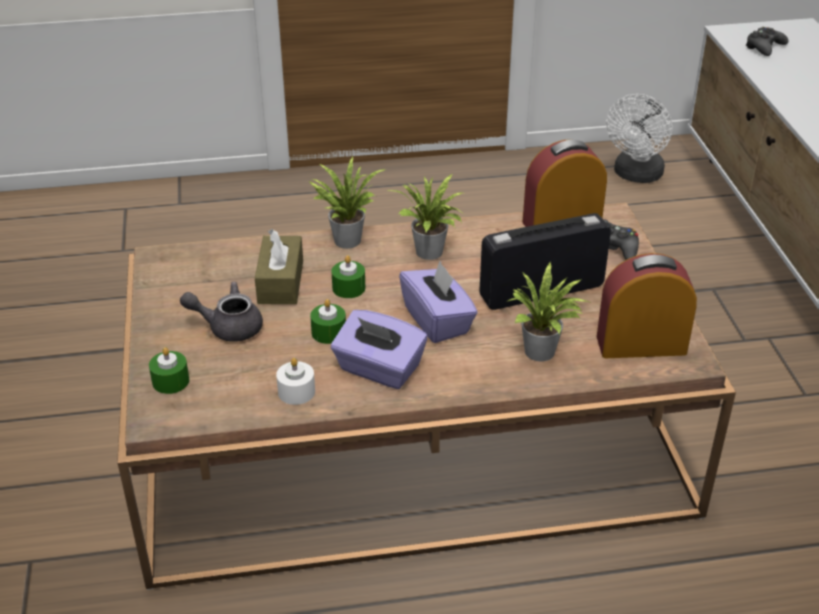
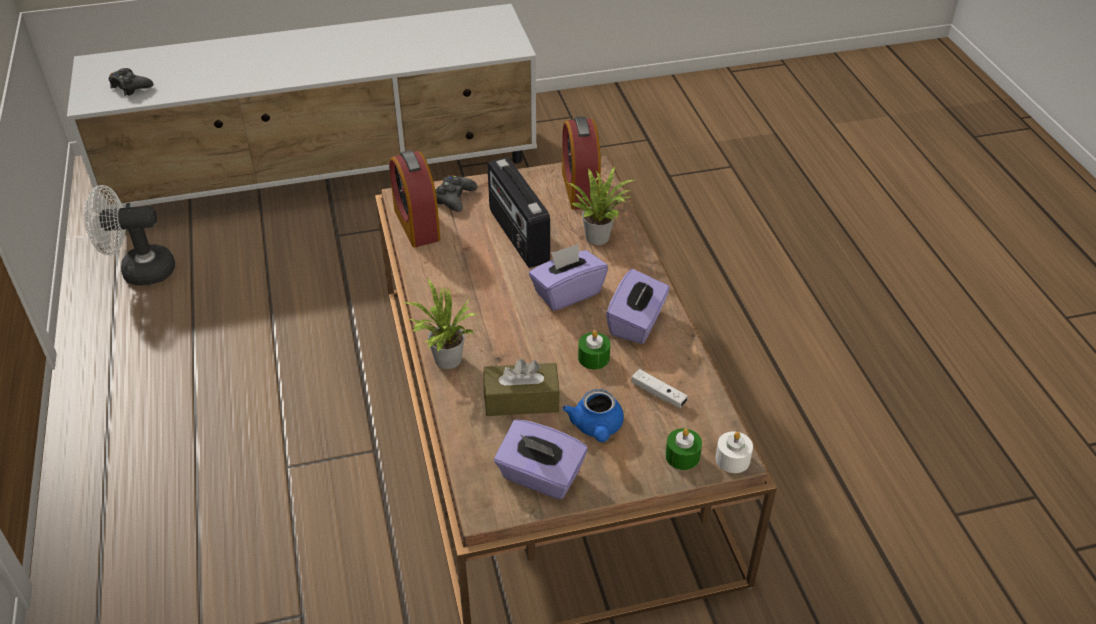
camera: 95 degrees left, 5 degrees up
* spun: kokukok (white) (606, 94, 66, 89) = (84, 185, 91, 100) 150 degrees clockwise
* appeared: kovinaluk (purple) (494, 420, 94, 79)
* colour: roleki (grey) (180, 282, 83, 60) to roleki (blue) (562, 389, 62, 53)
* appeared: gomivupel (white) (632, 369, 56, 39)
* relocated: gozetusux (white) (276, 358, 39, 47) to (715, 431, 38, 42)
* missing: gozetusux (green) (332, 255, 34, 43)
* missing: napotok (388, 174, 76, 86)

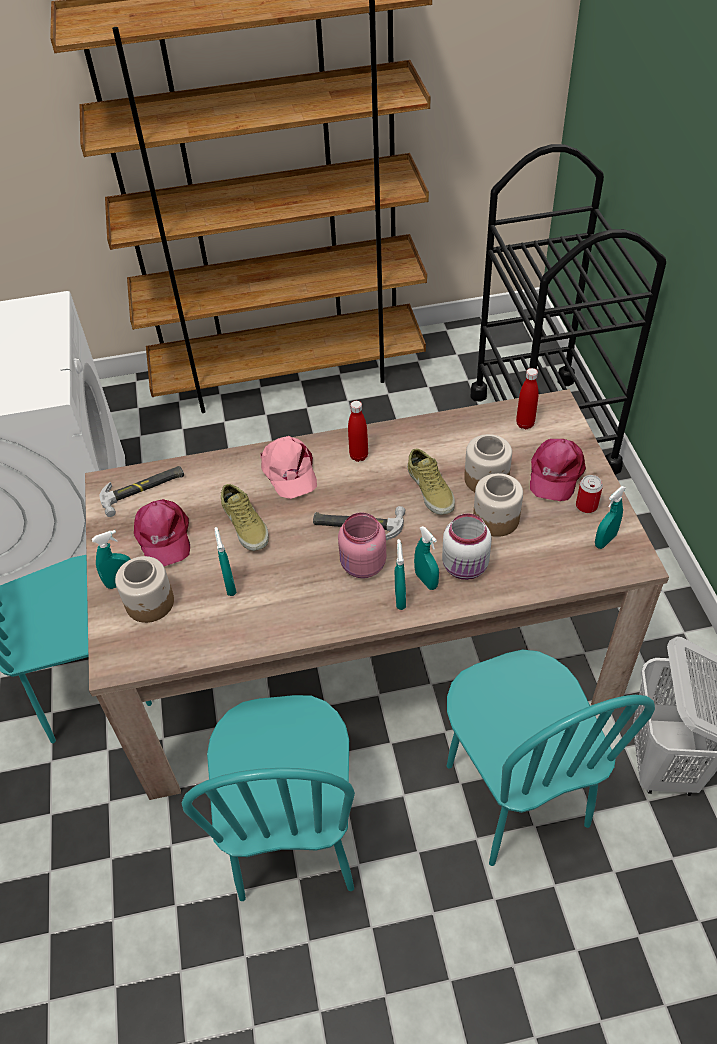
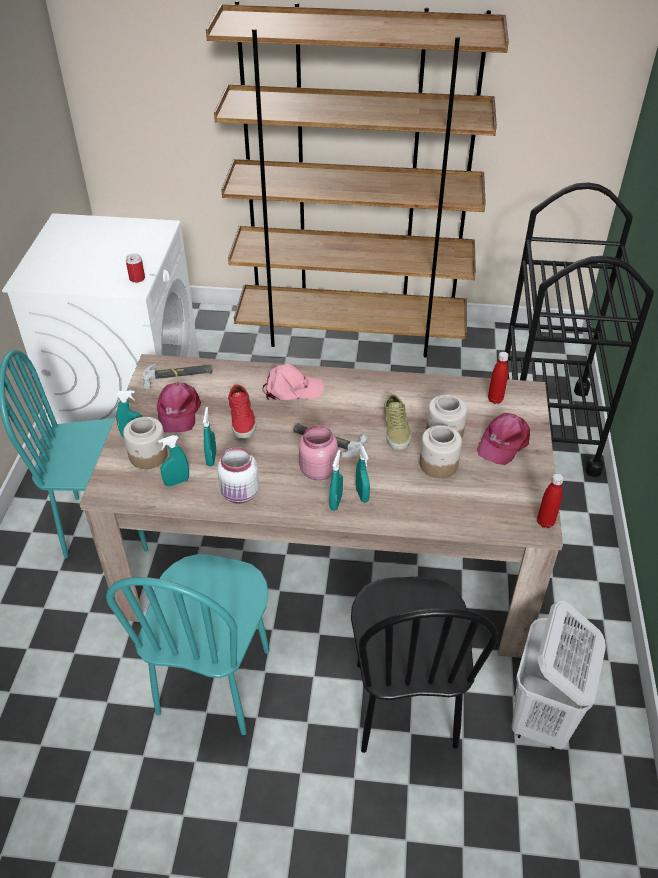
camera: 15 degrees right, 5 degrees down
* relocated: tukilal (576, 475, 27, 38) to (126, 253, 19, 30)
* relocated: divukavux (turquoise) (595, 486, 31, 63) to (158, 435, 31, 52)
* relocated: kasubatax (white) (442, 513, 50, 67) to (217, 447, 42, 57)
* colour: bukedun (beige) (221, 484, 48, 67) to bukedun (red) (228, 384, 28, 55)
* spun: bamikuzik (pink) (260, 436, 57, 63) = (262, 364, 62, 37) 90 degrees counterclockwise
* colour: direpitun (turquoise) (447, 650, 208, 216) to direpitun (black) (351, 576, 147, 177)
* relocated: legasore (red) (348, 401, 20, 61) to (537, 473, 27, 55)

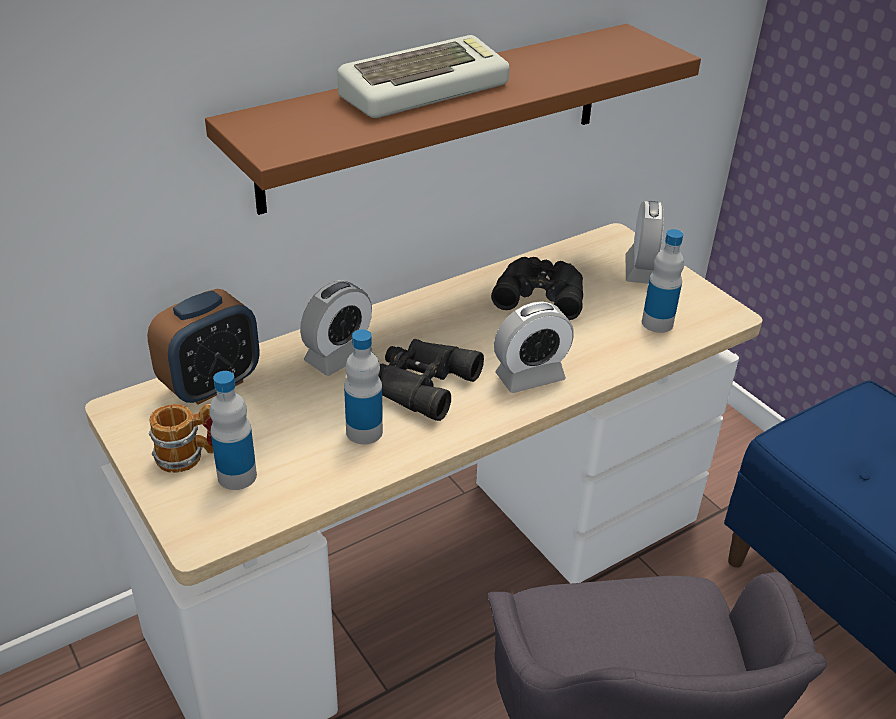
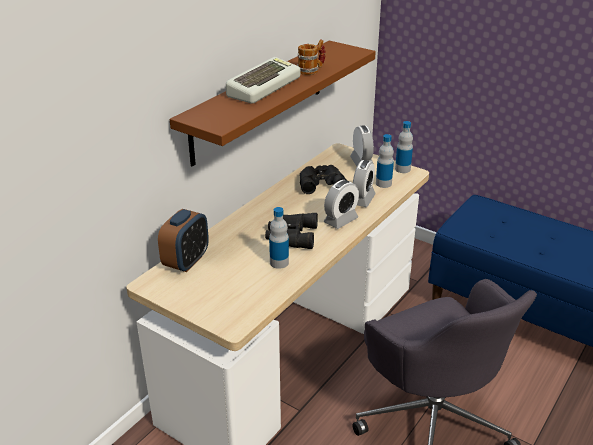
camera: 20 degrees left, 5 degrees down
* relocated: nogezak (149, 404, 65, 69) to (297, 39, 29, 36)
* relocated: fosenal (300, 281, 72, 95) to (353, 160, 23, 47)
* relocated: legasore (210, 371, 47, 119) to (395, 121, 18, 52)

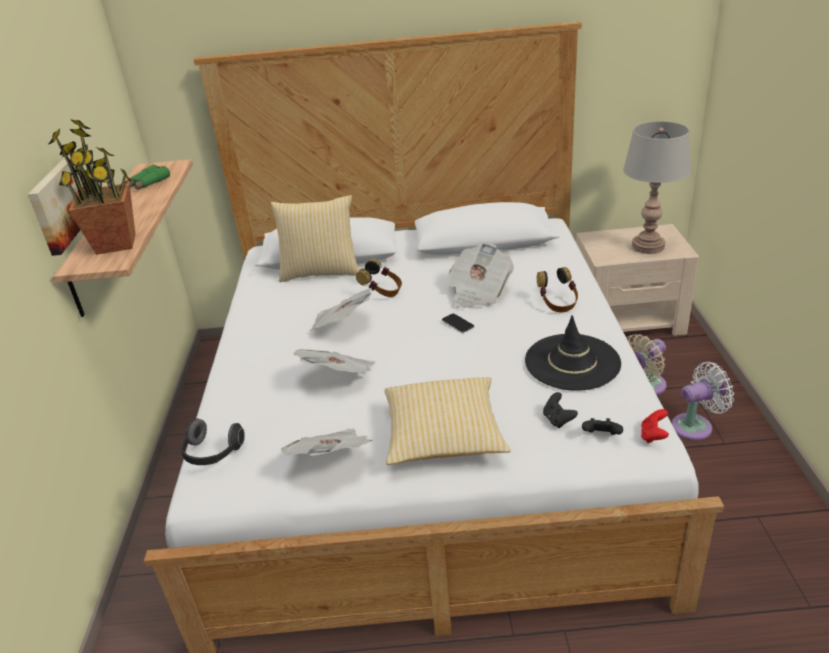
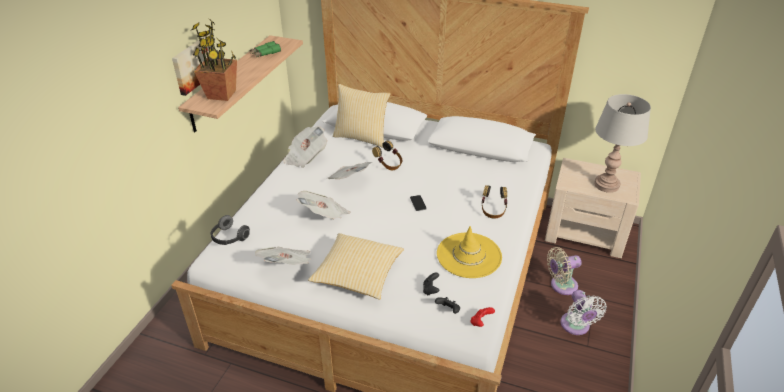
camera: 20 degrees right, 5 degrees up
* relocated: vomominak (449, 243, 65, 65) to (283, 126, 44, 42)
* colour: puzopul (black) (525, 315, 96, 76) to puzopul (yellow) (437, 226, 65, 52)
* spun: kokukok (white) (672, 362, 62, 79) = (561, 290, 46, 45) 75 degrees clockwise

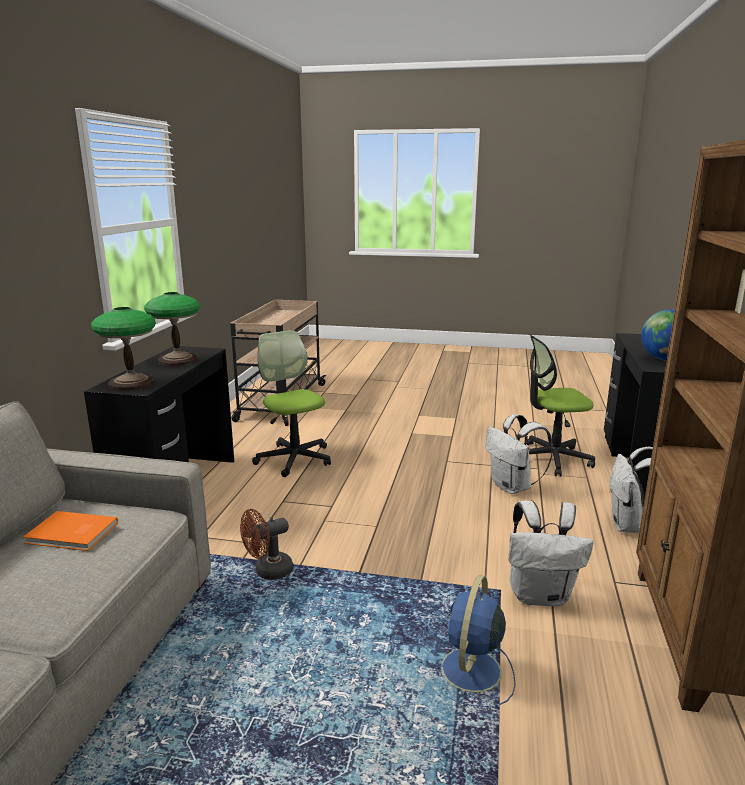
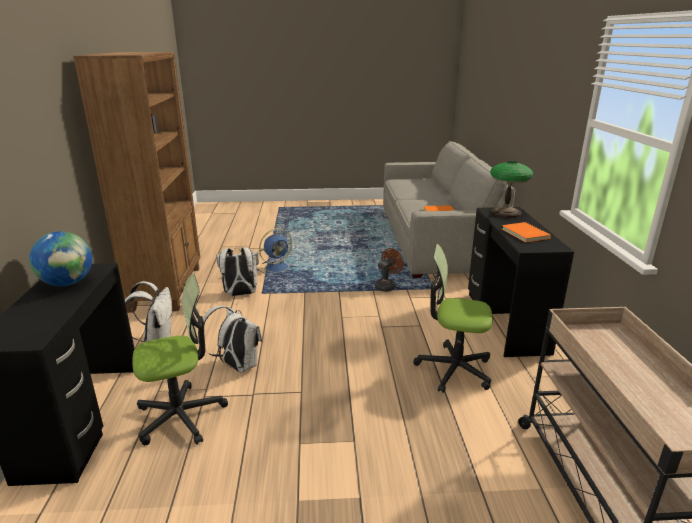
camera: 165 degrees right, 5 degrees up
* spun: kokukok (blue) (432, 575, 84, 132) = (257, 228, 36, 47) 45 degrees clockwise
* spun: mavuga (252, 330, 79, 147) = (414, 244, 78, 149) 150 degrees clockwise
* exchanged: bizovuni (144, 292, 56, 74) to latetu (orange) (502, 222, 49, 21)

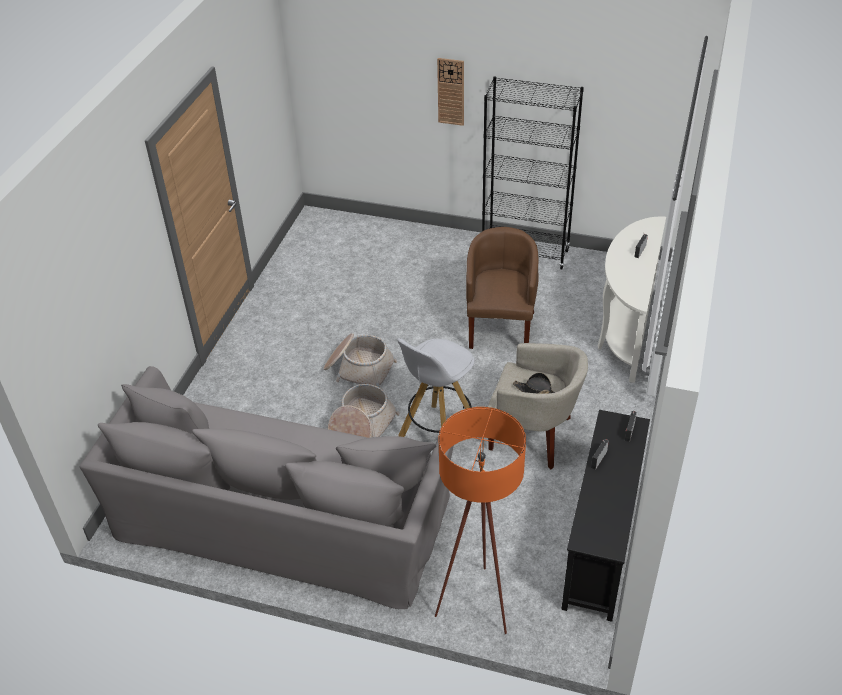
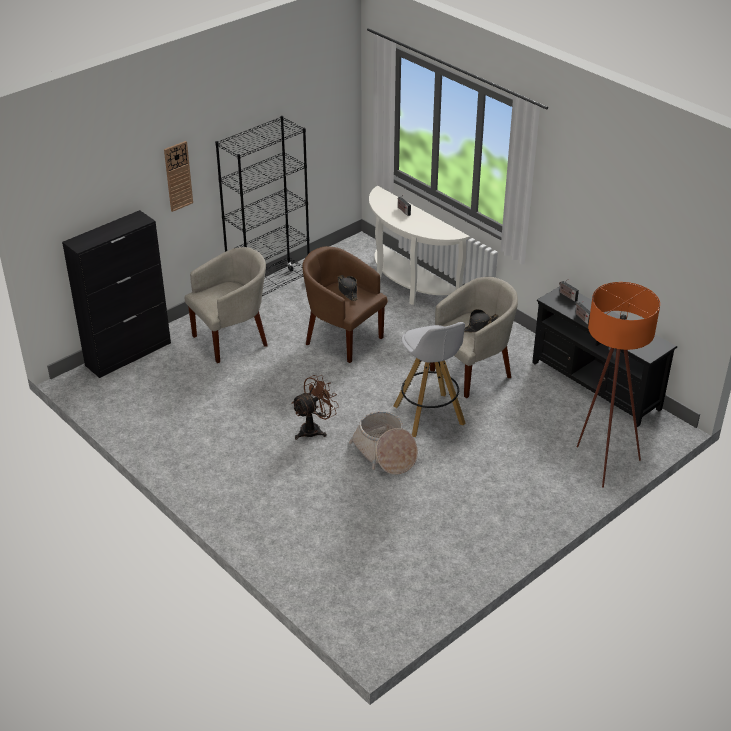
camera: 60 degrees left, 5 degrees down
* appeared: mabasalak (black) (62, 210, 109, 168)
* appeared: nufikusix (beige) (185, 247, 83, 116)
* exchanged: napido (324, 333, 73, 55) to kokukok (brown) (291, 375, 48, 65)
* appeared: puzopul (black) (338, 275, 19, 26)
* missing: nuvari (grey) (80, 366, 374, 243)

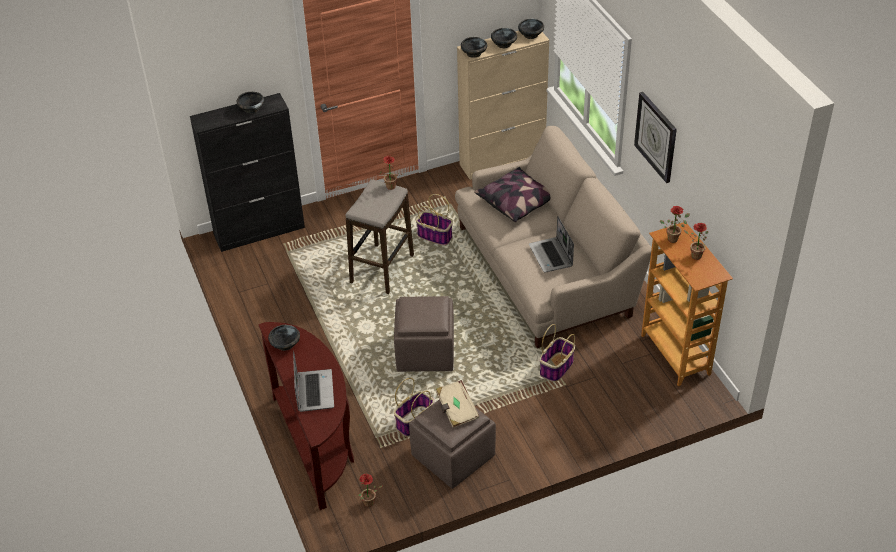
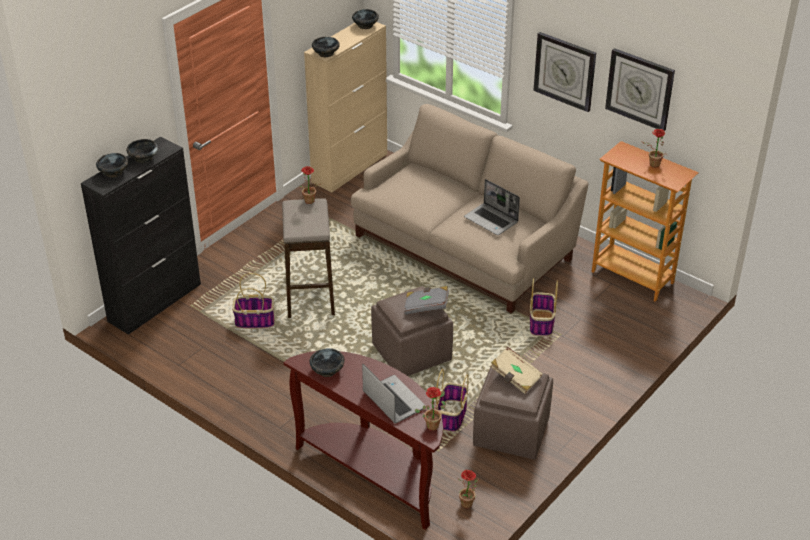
camera: 30 degrees left, 5 degrees down
* relocated: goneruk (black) (491, 28, 26, 20) to (96, 153, 32, 25)
* relocated: napido (416, 194, 37, 52) to (232, 273, 43, 56)
* appeared: latetu (grey) (404, 286, 45, 29)
* relocated: napotok (660, 206, 30, 37) to (414, 387, 32, 44)
* appeared: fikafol (605, 48, 70, 83)
* missing: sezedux (474, 167, 76, 55)

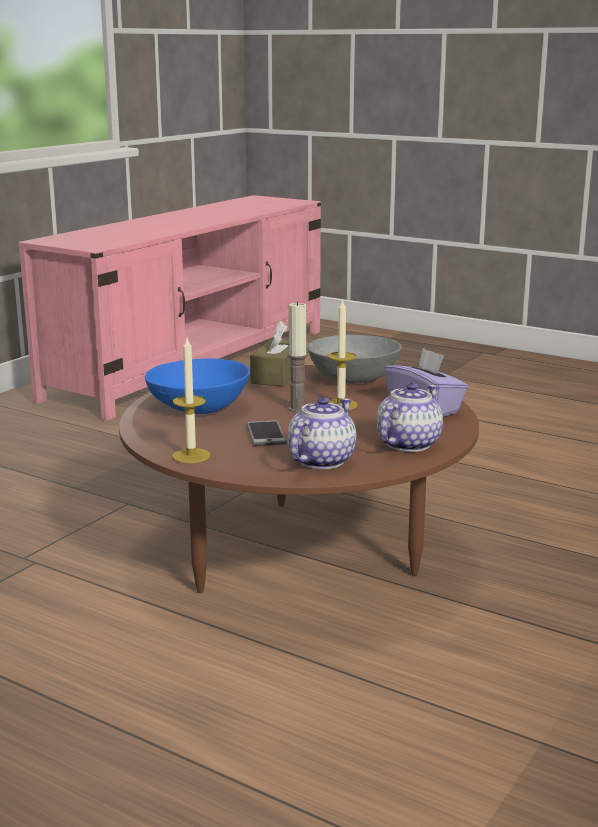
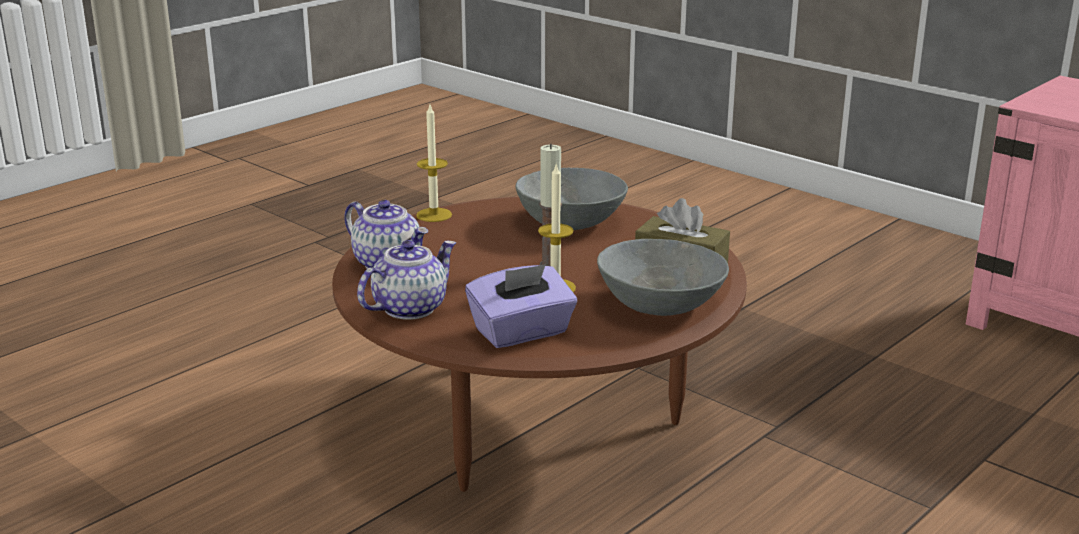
camera: 100 degrees right, 5 degrees up
* spun: roleki (377, 382, 66, 70) = (357, 240, 99, 80) 90 degrees counterclockwise
* colour: goneruk (blue) (145, 358, 105, 56) to goneruk (grey) (515, 168, 113, 62)
* missing: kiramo (246, 420, 41, 26)

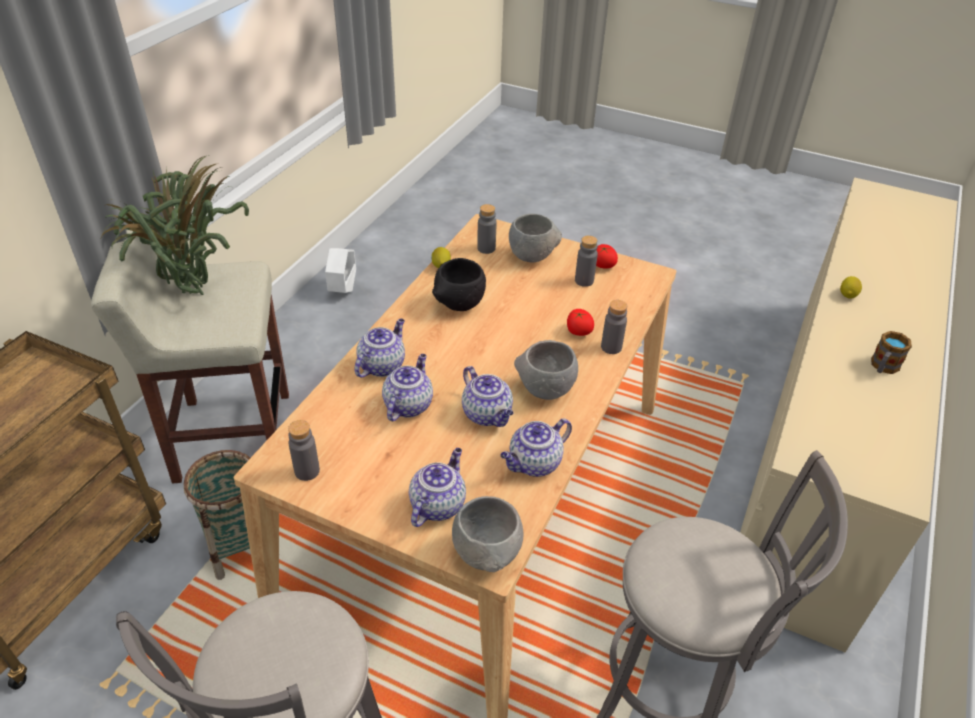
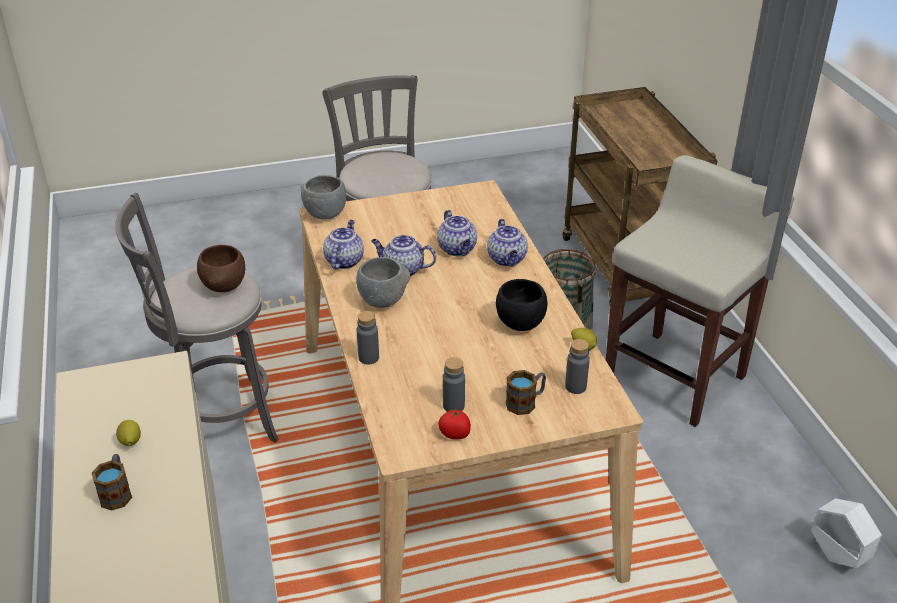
camera: 140 degrees right, 5 degrees down
* relocated: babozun (840, 276, 22, 23) to (116, 420, 25, 26)
* appeared: goneruk (brown) (197, 245, 48, 47)
* exchanged: goneruk (grey) (509, 214, 53, 49) to nogezak (506, 370, 40, 45)
* missing: napotok (99, 155, 150, 140)
* missing: legasore (grey) (288, 420, 32, 61)
* missing: roleki (409, 448, 57, 79)
* missing: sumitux (567, 309, 27, 27)

